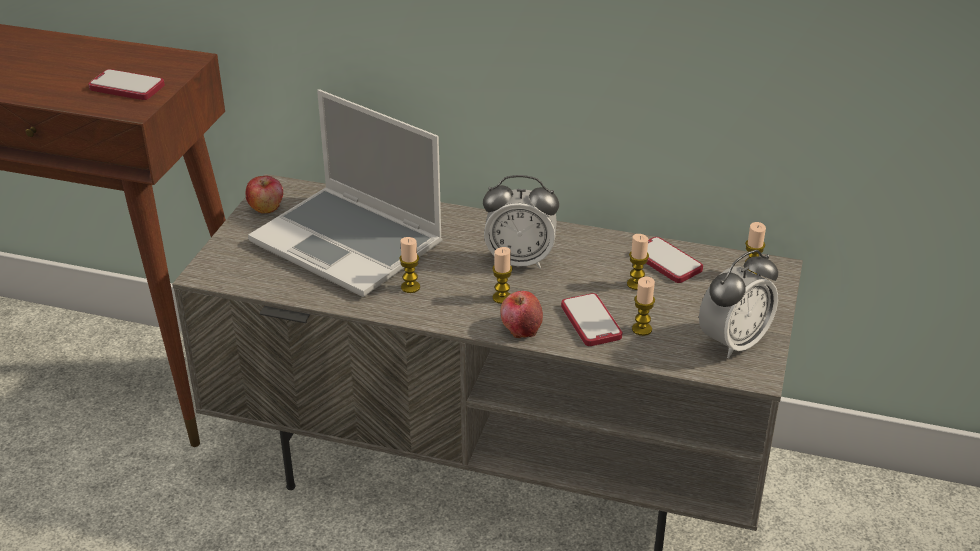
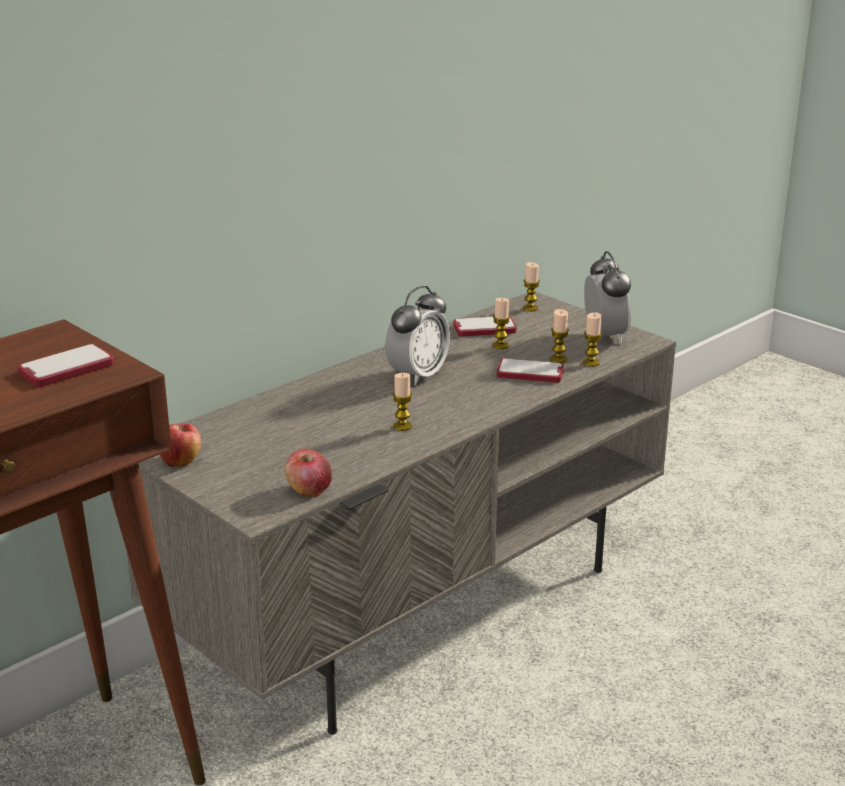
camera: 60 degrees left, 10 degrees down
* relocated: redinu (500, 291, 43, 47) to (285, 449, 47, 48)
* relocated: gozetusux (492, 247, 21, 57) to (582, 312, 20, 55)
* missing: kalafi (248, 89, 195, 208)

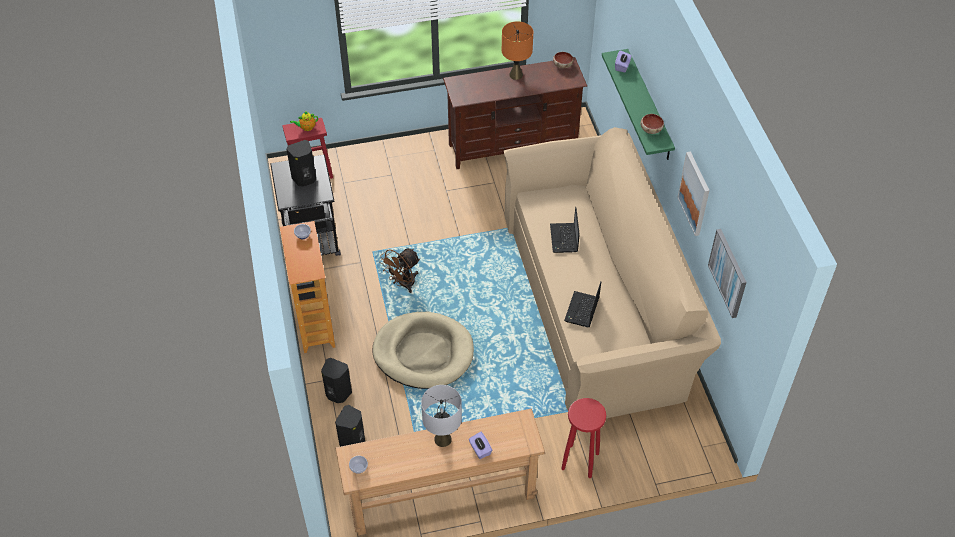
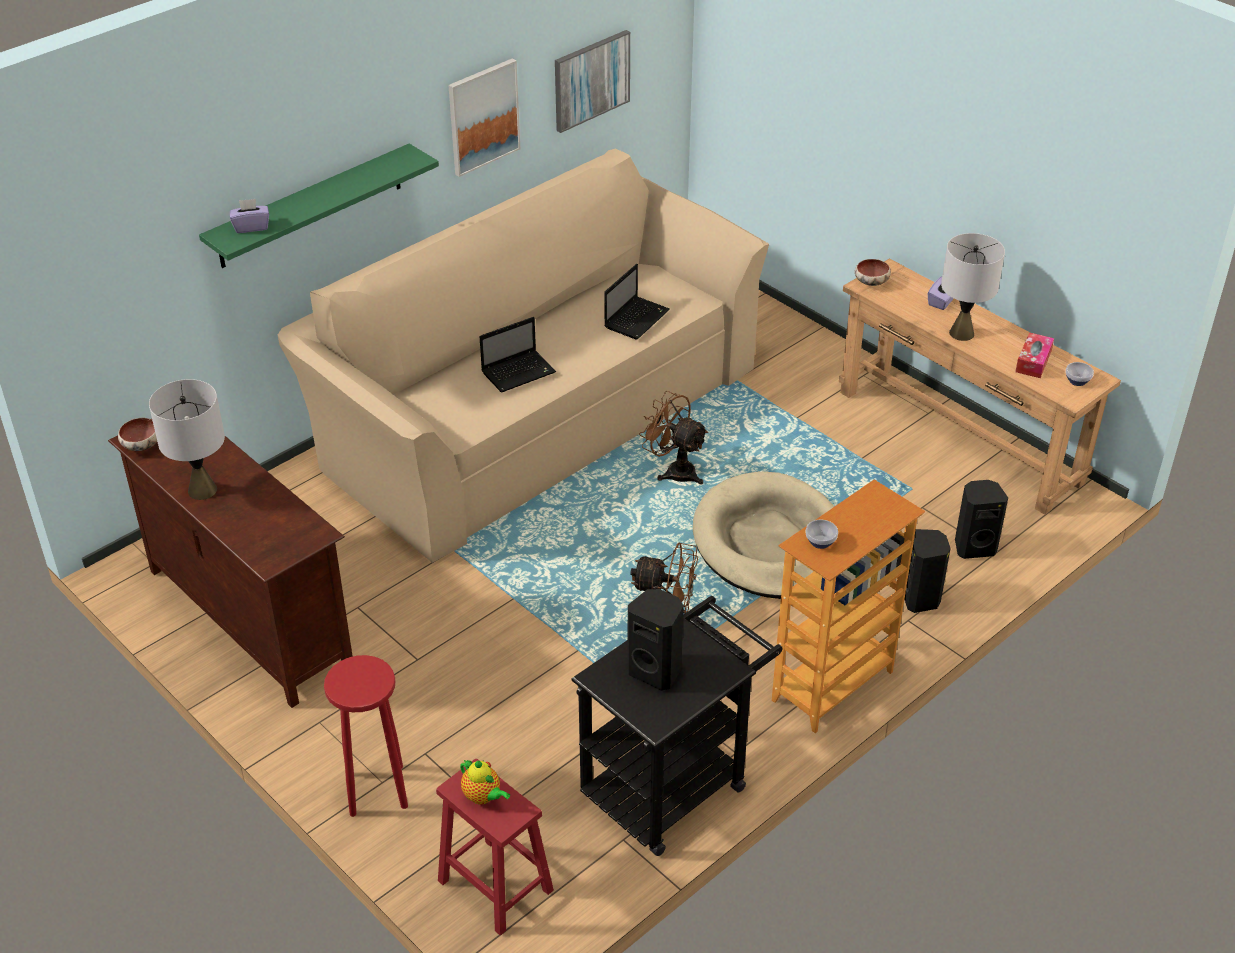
camera: 120 degrees left, 10 degrees down
* colour: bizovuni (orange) (502, 21, 31, 59) to bizovuni (grey) (149, 379, 76, 121)
* relocated: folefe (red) (561, 398, 45, 80) to (324, 655, 84, 162)
* spun: kalafi (564, 282, 37, 45) = (604, 264, 66, 76) 45 degrees counterclockwise
* appeared: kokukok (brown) (639, 391, 69, 94)
* relocated: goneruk (640, 114, 24, 20) to (855, 259, 36, 27)
* appeared: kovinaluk (1015, 332, 39, 46)

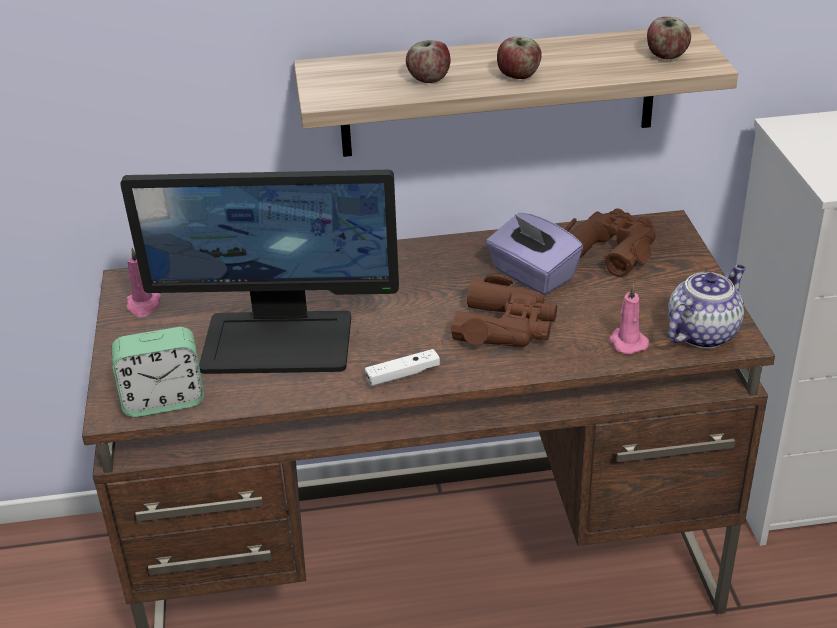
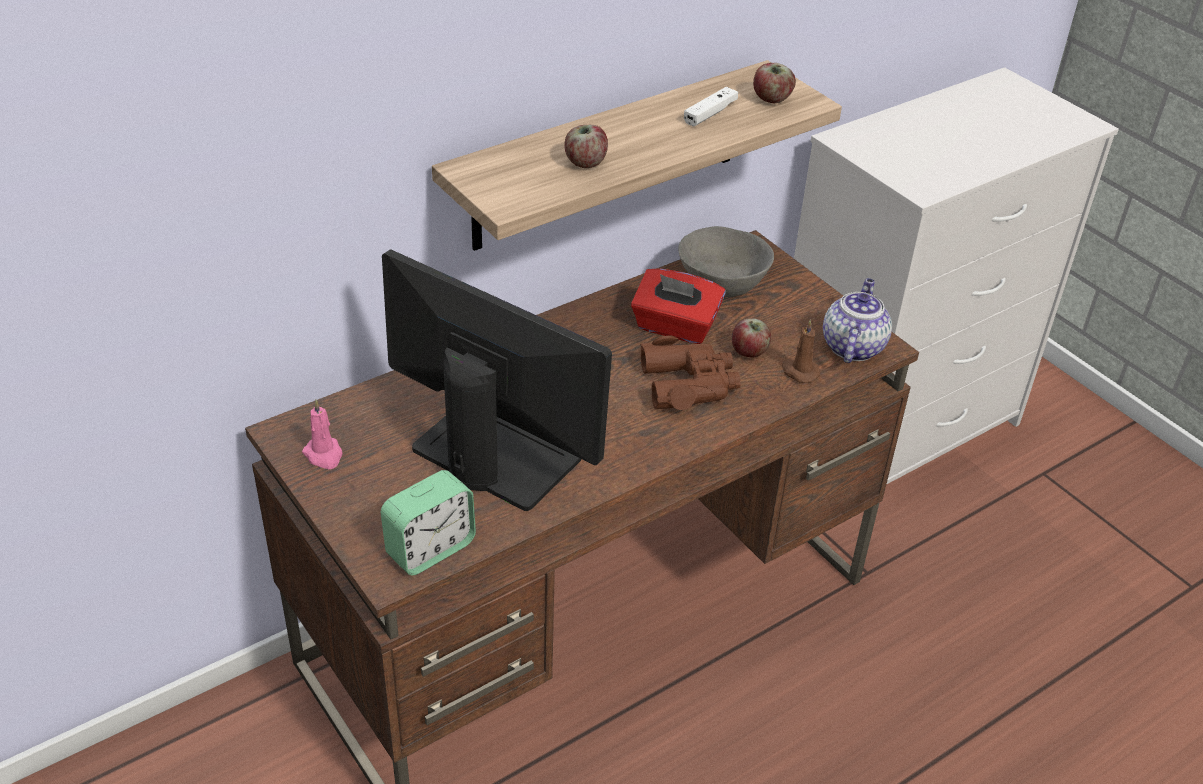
camera: 30 degrees left, 5 degrees up
* spun: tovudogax (120, 170, 279, 204) = (382, 250, 230, 261) 120 degrees counterclockwise
* colour: kovinaluk (purple) (486, 213, 97, 82) to kovinaluk (red) (631, 269, 95, 75)
* exchanged: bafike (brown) (565, 209, 91, 68) to goneruk (grey) (678, 226, 96, 71)
* relocated: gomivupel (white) (365, 349, 75, 38) to (684, 87, 54, 39)
* relocated: redinu (497, 36, 45, 43) to (732, 318, 39, 40)
* colour: gozetusux (pink) (609, 284, 40, 70) to gozetusux (brown) (782, 320, 38, 63)

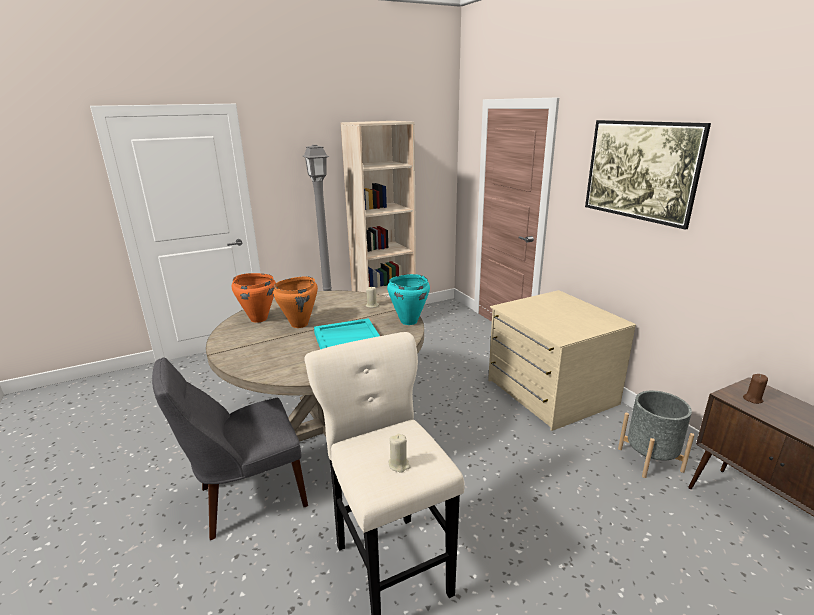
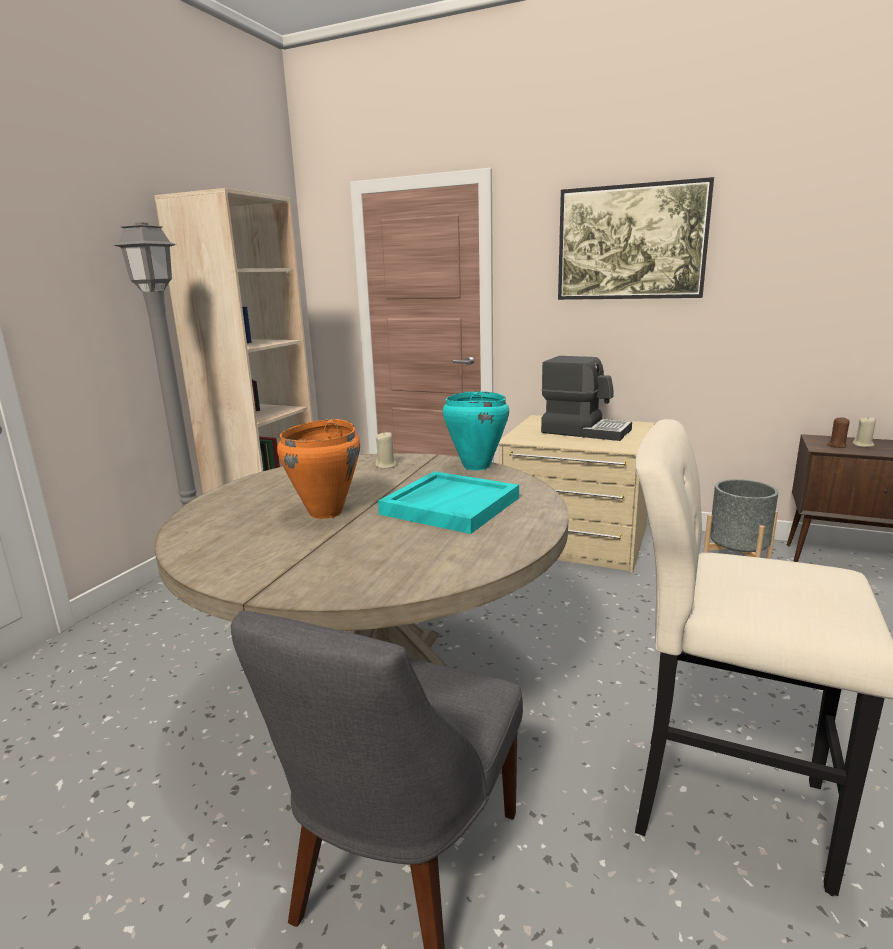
camera: 40 degrees left, 5 degrees down
* appeared: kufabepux (541, 356, 91, 85)
* relocated: gozetusux (beige) (388, 434, 23, 39) to (853, 416, 23, 31)
* missing: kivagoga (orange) (232, 273, 44, 50)

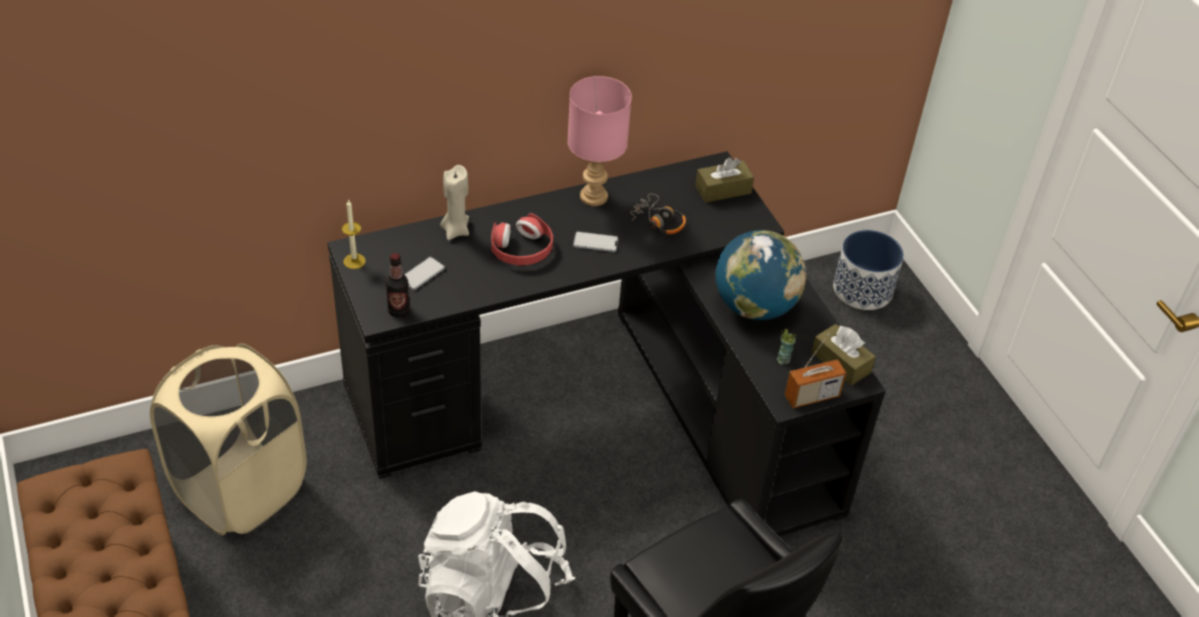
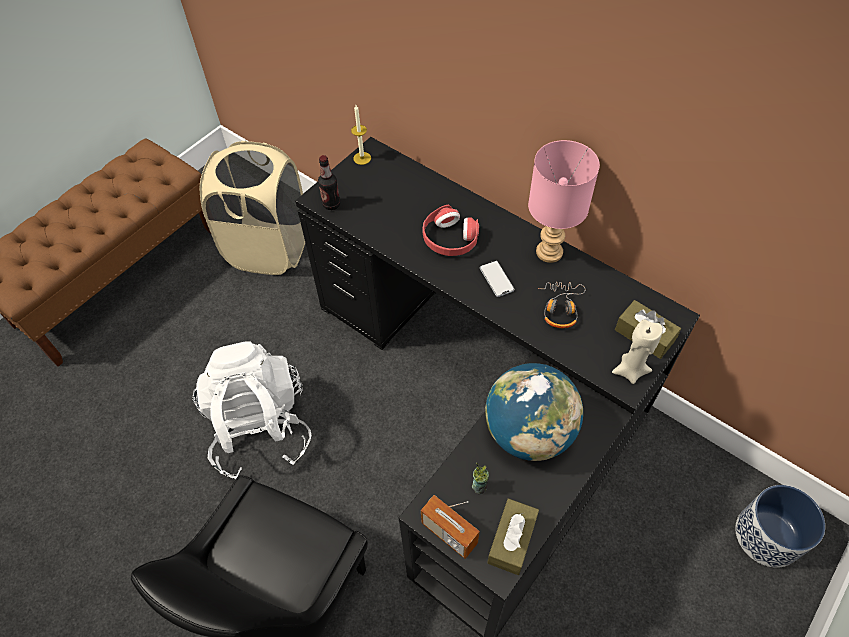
camera: 65 degrees right, 10 degrees up
* relocated: gozetusux (beige) (440, 165, 29, 75) to (612, 319, 51, 65)
* missing: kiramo (404, 257, 41, 33)

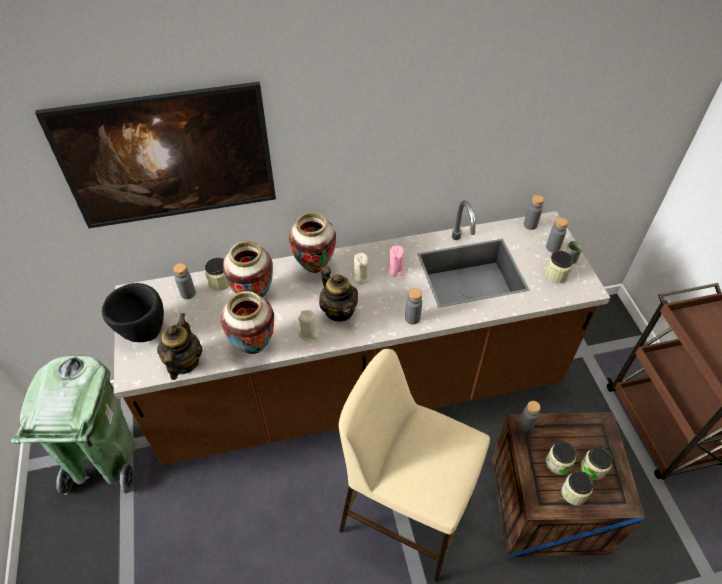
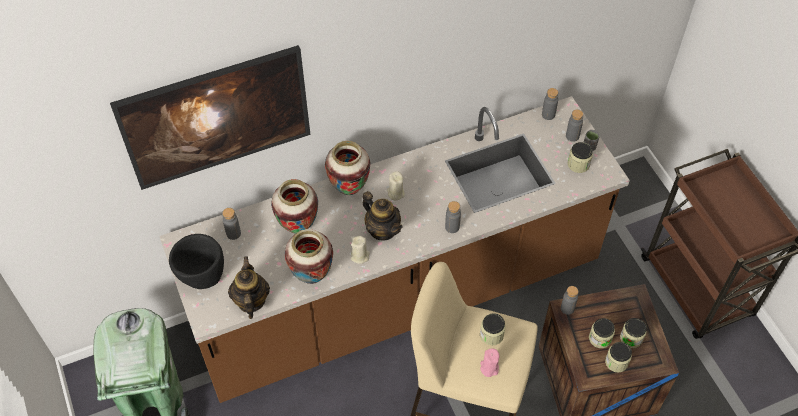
camera: 10 degrees left, 5 degrees up
* relocated: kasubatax (205, 257, 24, 34) to (480, 313, 26, 33)
* relocated: gozetusux (pink) (387, 245, 18, 32) to (480, 348, 19, 29)

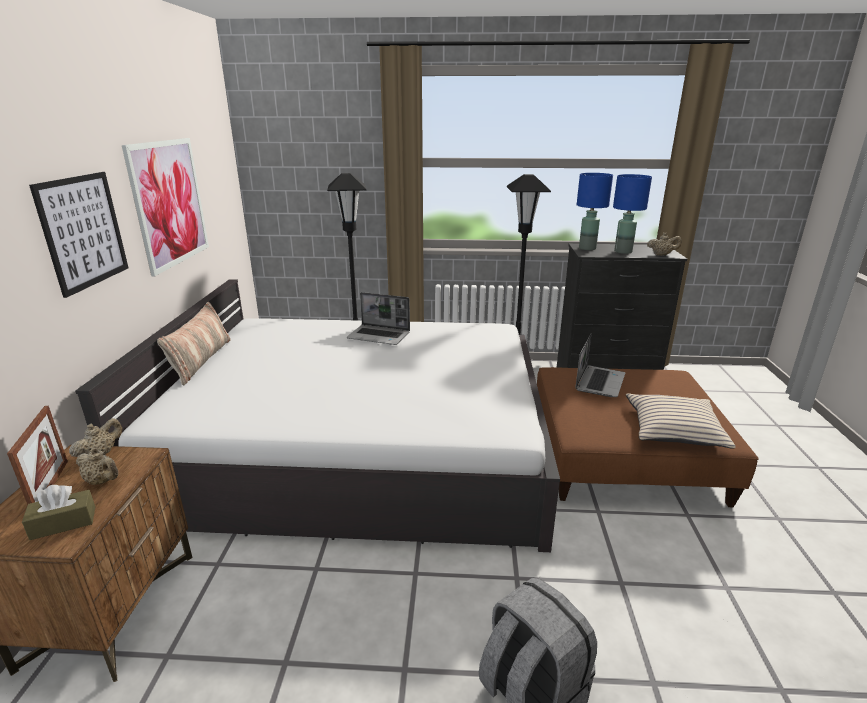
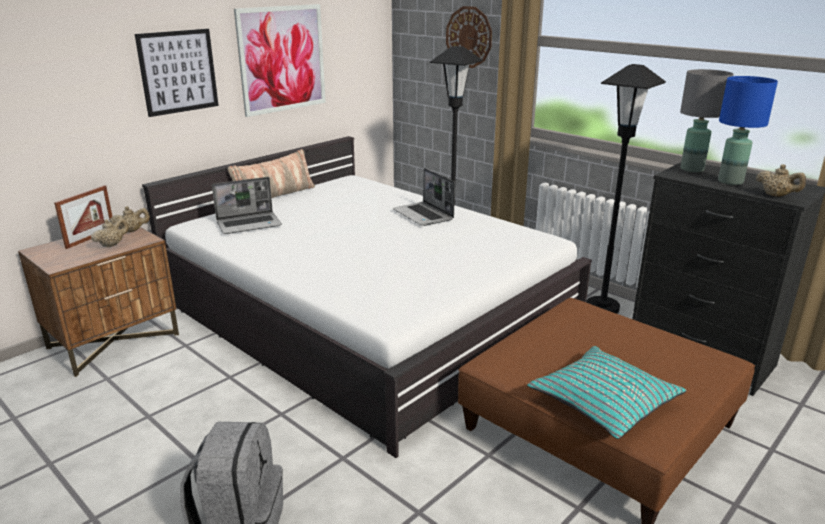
camera: 40 degrees right, 0 degrees up
* spun: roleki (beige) (76, 448, 42, 37) = (91, 218, 38, 30) 120 degrees counterclockwise
* relocated: kalafi (576, 333, 49, 64) to (212, 177, 70, 57)
* appeared: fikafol (446, 6, 46, 62)
* colour: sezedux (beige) (626, 394, 110, 55) to sezedux (turquoise) (527, 346, 160, 93)
* colour: bizovuni (blue) (577, 173, 36, 77) to bizovuni (grey) (680, 69, 53, 103)
* missing: kovinaluk (brown) (22, 485, 73, 55)

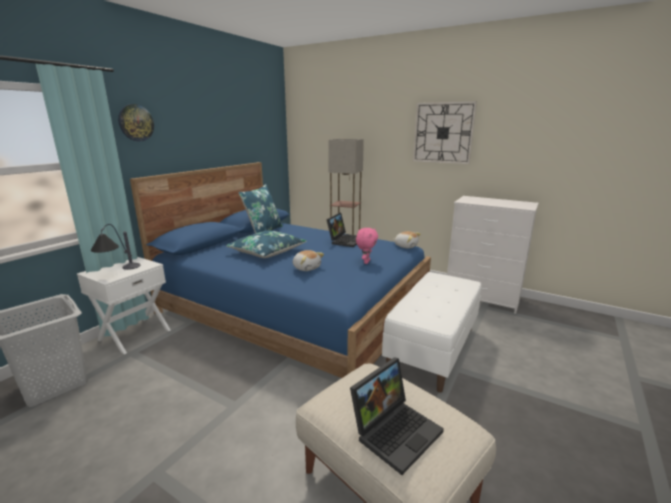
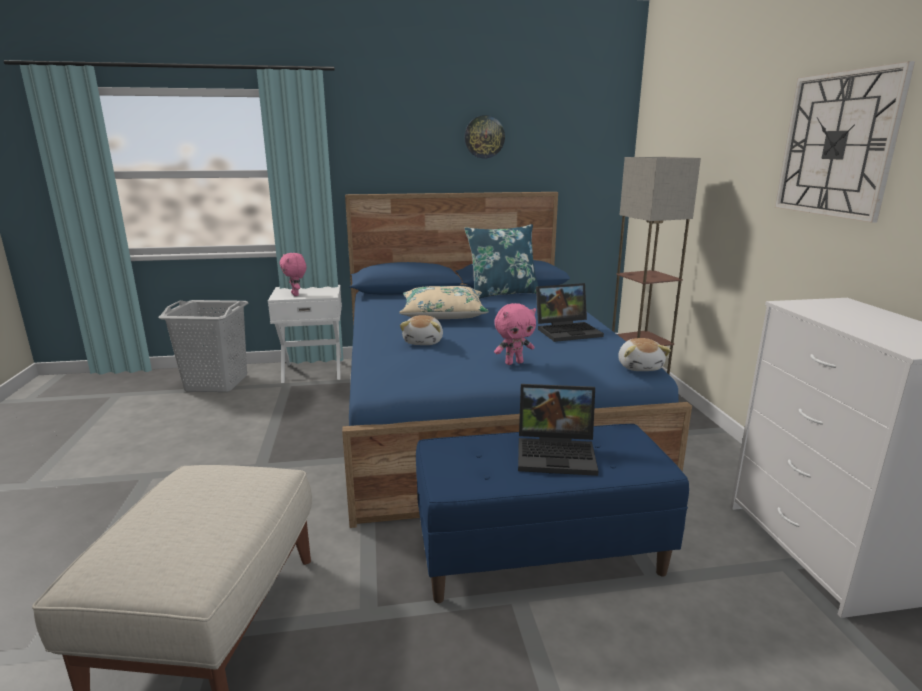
camera: 50 degrees right, 0 degrees up
* exchanged: bizovuni (91, 224, 49, 46) to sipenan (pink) (279, 253, 27, 43)
* colour: sezedux (blue) (226, 230, 80, 28) to sezedux (beige) (399, 286, 90, 33)
* colour: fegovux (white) (382, 272, 99, 121) to fegovux (blue) (416, 424, 273, 179)
* relocated: fikafol (118, 104, 36, 37) to (464, 115, 41, 43)
* relocated: kalafi (350, 357, 94, 118) to (518, 384, 80, 92)

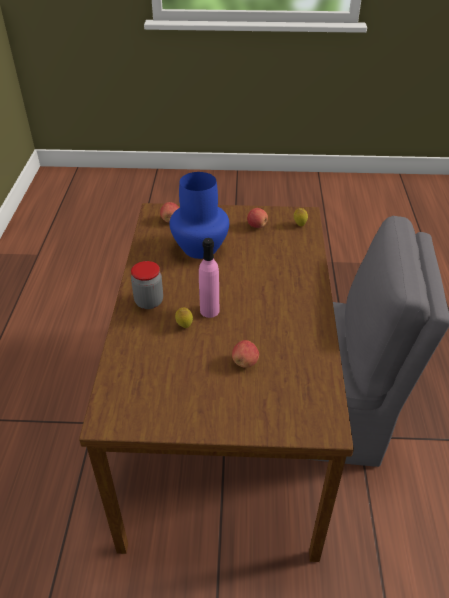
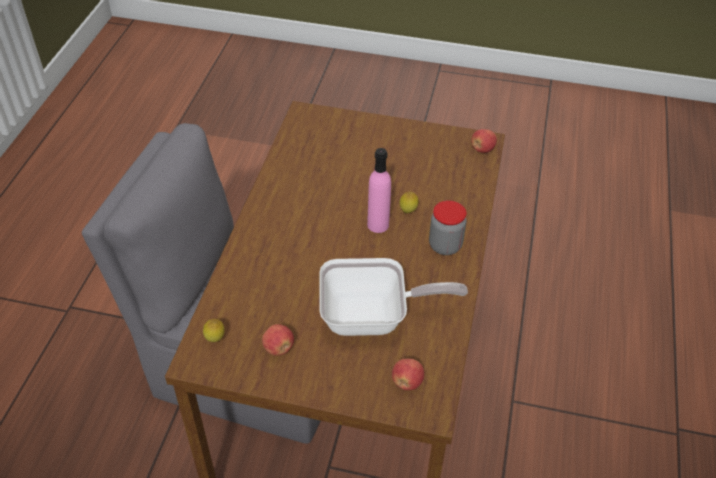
camera: 170 degrees left, 5 degrees up
* exchanged: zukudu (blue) (170, 172, 59, 87) to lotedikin (319, 258, 149, 78)
* relocated: redinu (232, 340, 27, 28) to (471, 129, 26, 24)

